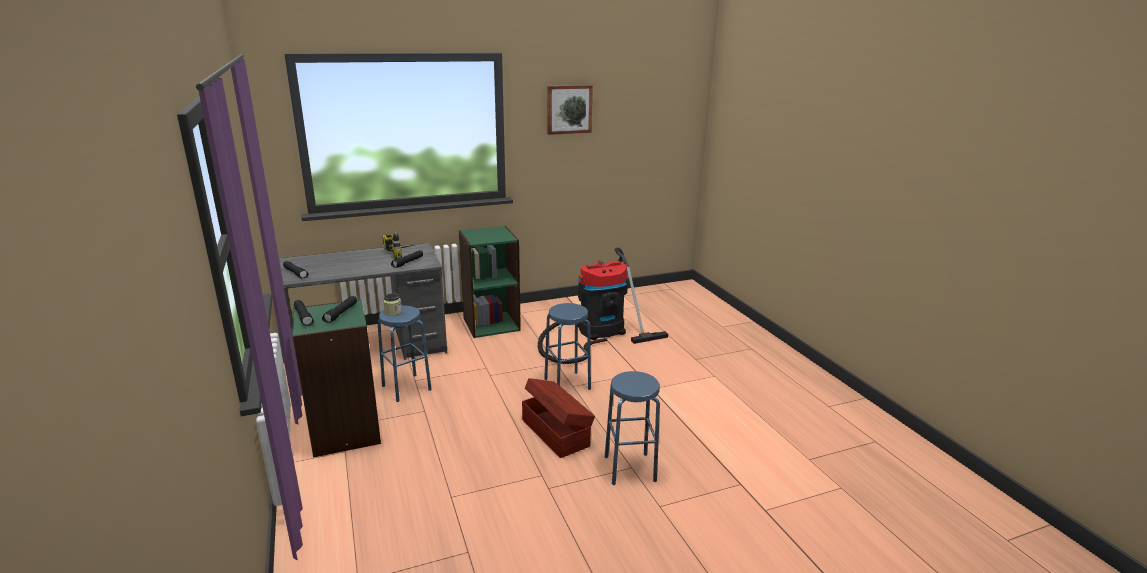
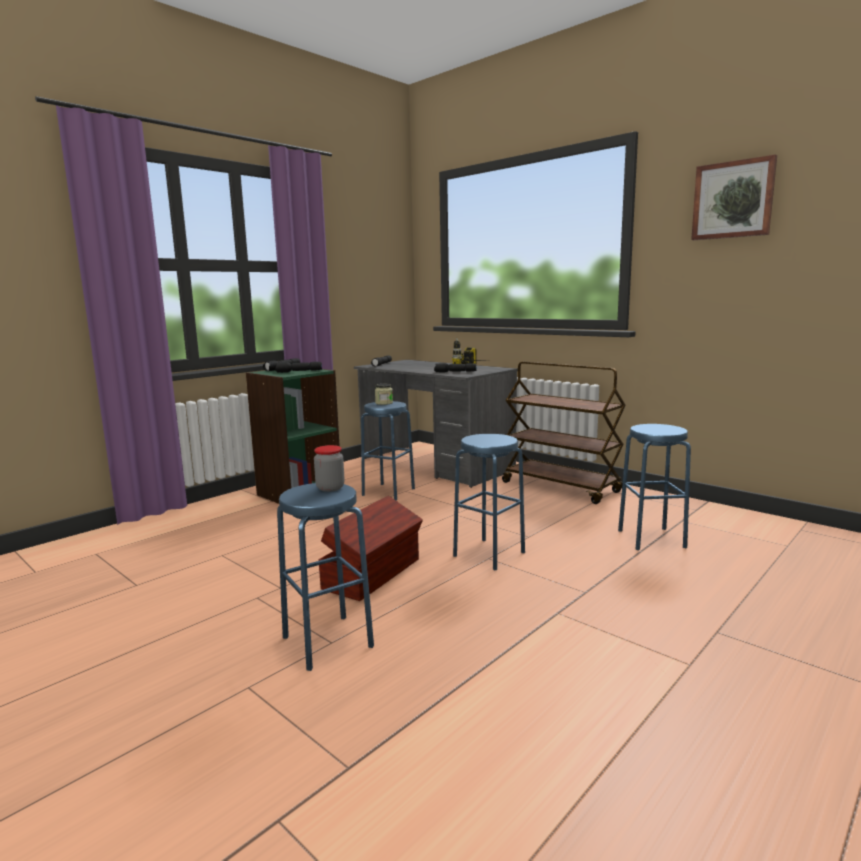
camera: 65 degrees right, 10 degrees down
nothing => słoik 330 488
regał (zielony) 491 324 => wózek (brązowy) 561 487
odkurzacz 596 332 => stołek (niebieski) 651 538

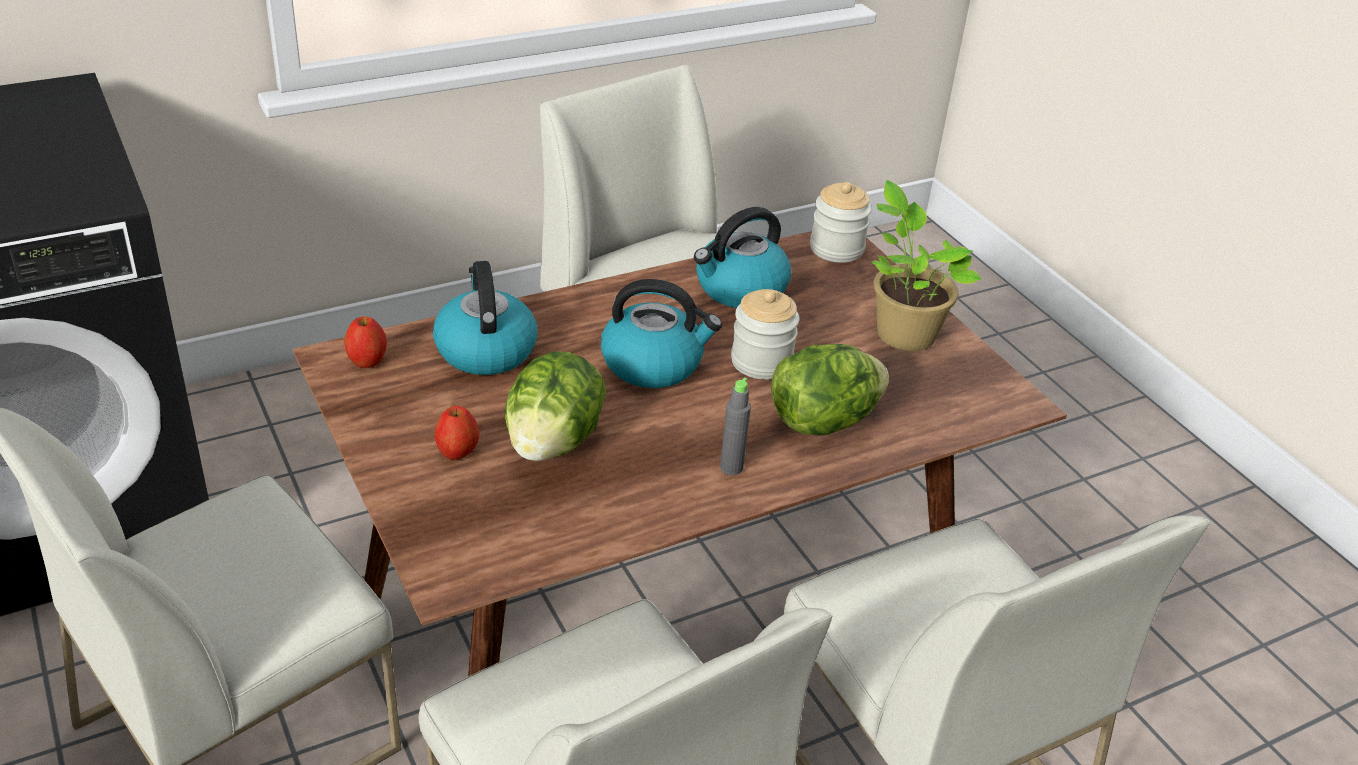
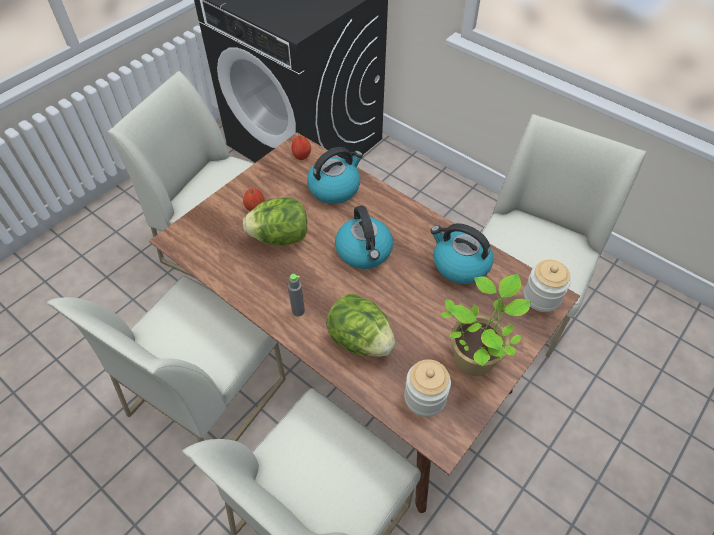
camera: 70 degrees right, 15 degrees up
słoik 761 362 => słoik 425 398, moved

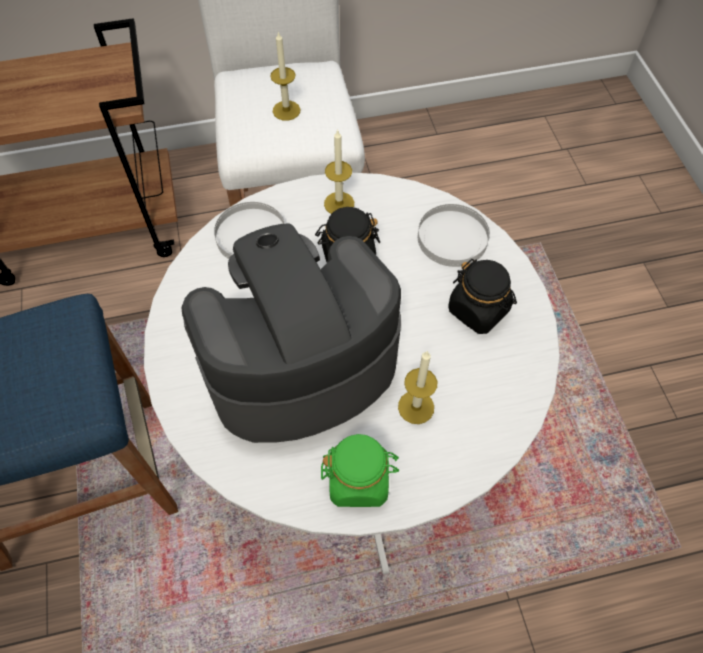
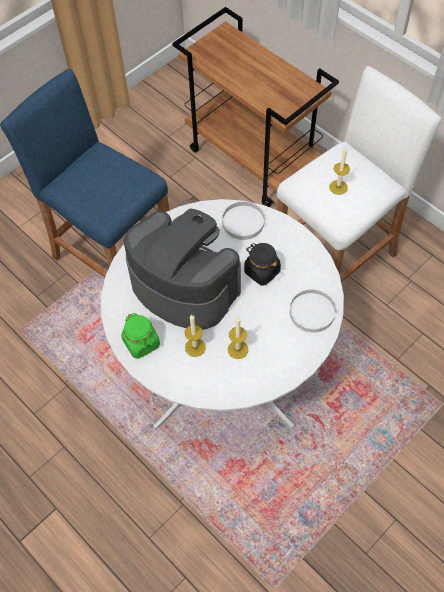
camera: 60 degrees right, 0 degrees up
słoik (czarny) 478 310 => nothing
świeca 339 203 => świeca 238 349, moved

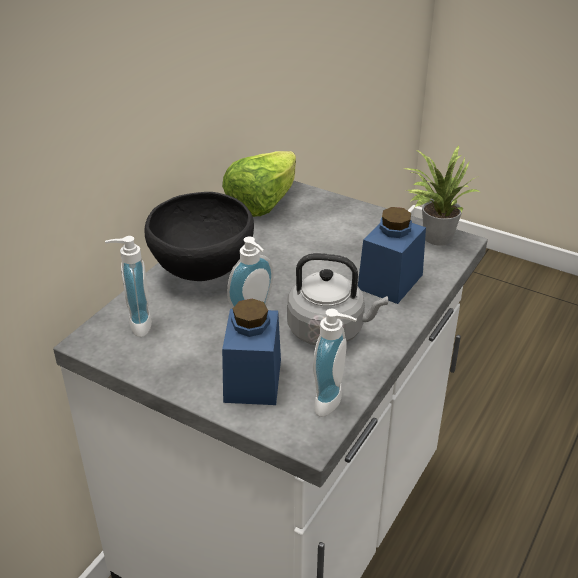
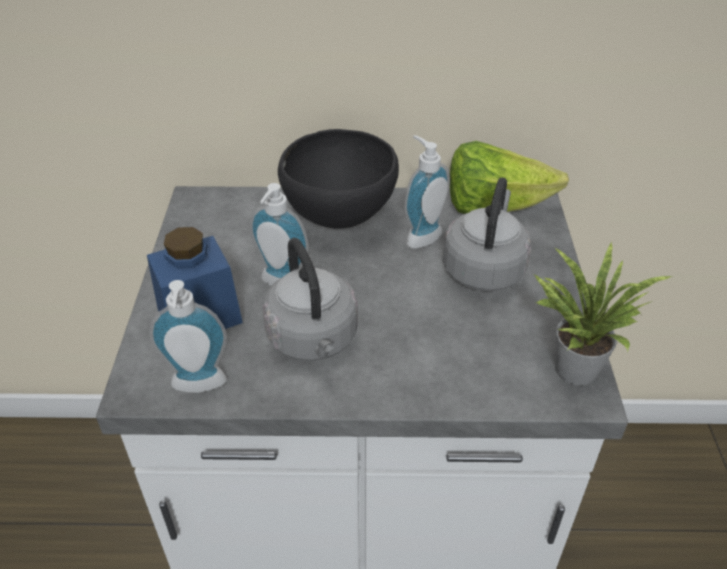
camera: 60 degrees right, 5 degrees up
słoik (niebieski) 390 281 => nothing
nothing => czajnik (szary) 484 268
dozownik mydła 135 324 => dozownik mydła 420 235, moved

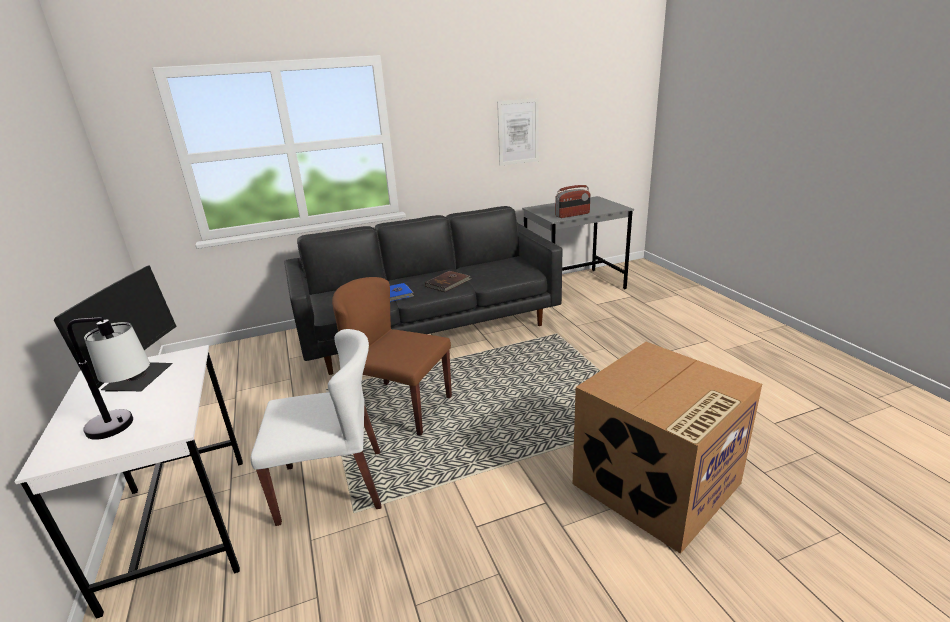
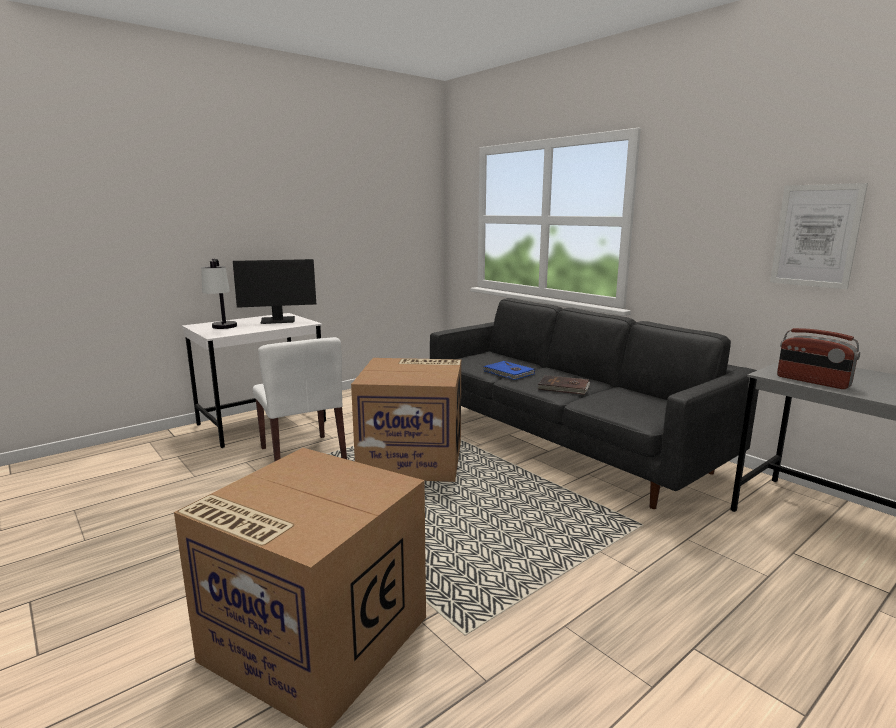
camera: 70 degrees right, 10 degrees down
krzesło (brązowy) 400 407 => karton 413 459

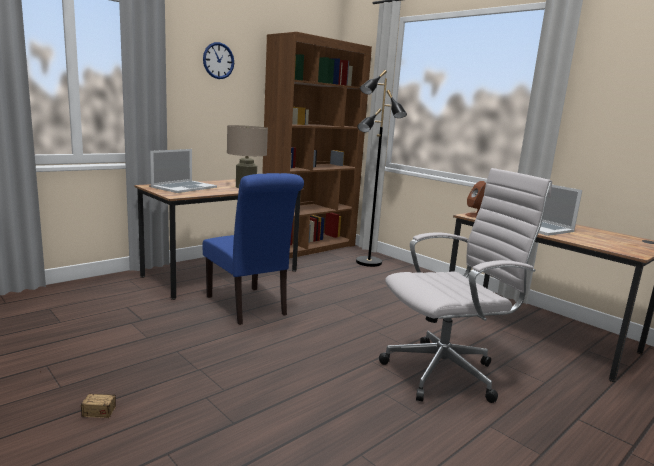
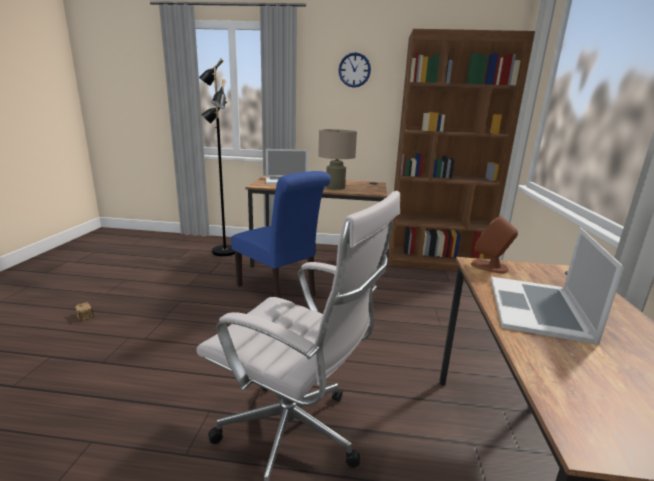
camera: 50 degrees right, 5 degrees up
lampa stojąca (czarny) 368 262 => lampa stojąca (czarny) 224 251, moved
krzesło (niebieski) 249 307 => krzesło (niebieski) 279 291, 60 degrees counterclockwise

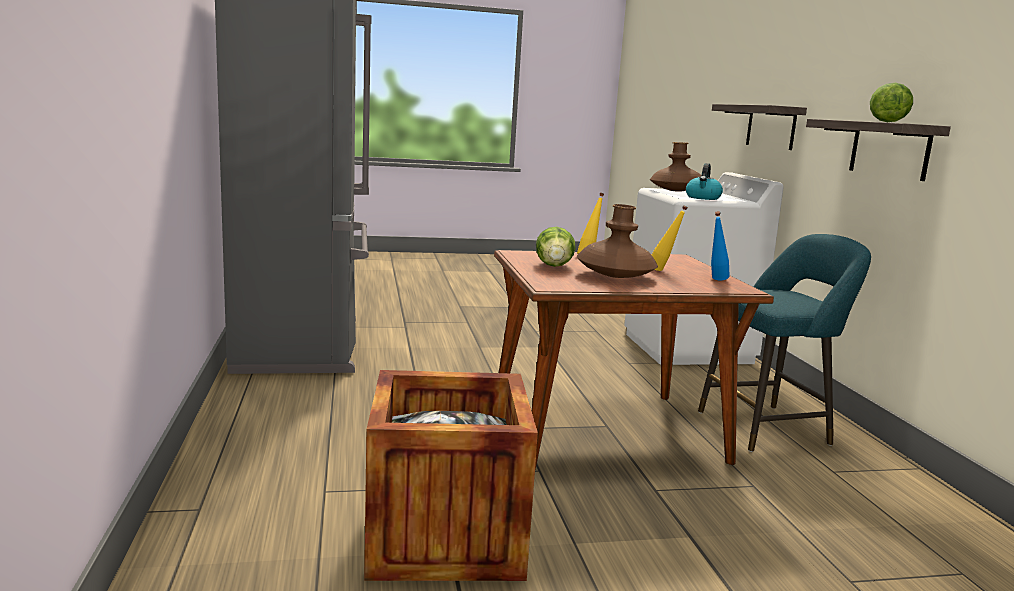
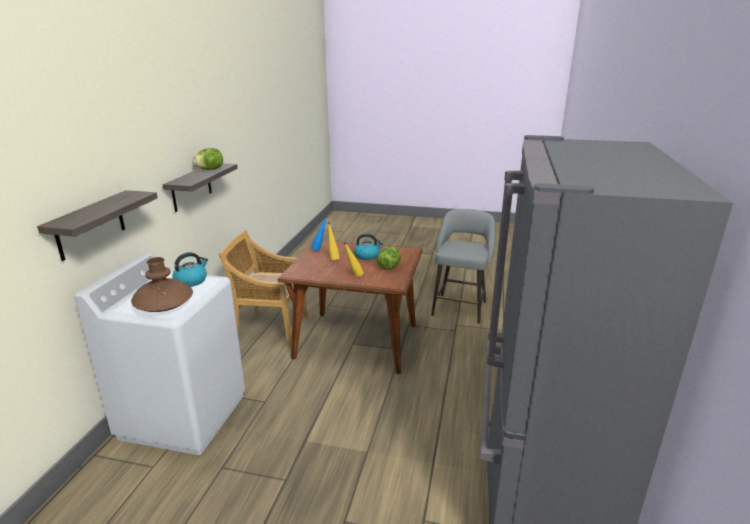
camera: 155 degrees left, 10 degrees up
skrzynka 445 535 => stołek (szary) 460 307
wazon (brązowy) 615 276 => czajnik 367 256
stołek (turkusowy) 769 428 => krzesło (beżowy) 270 328

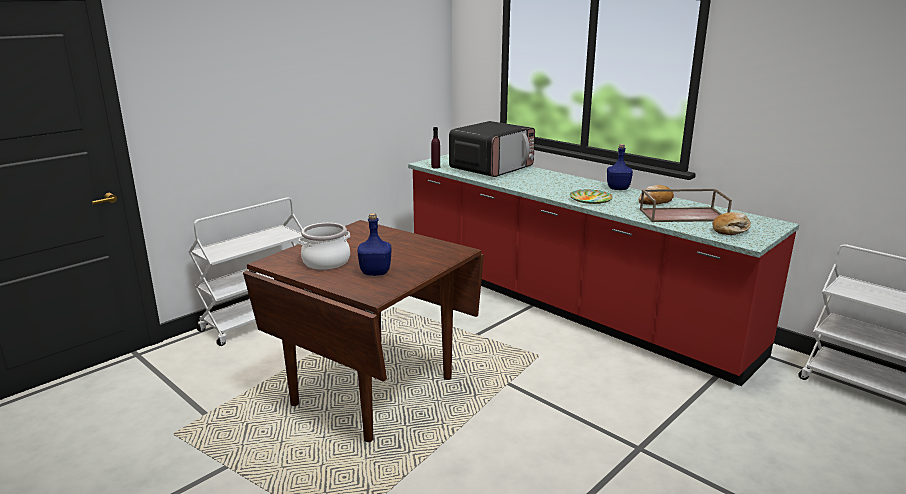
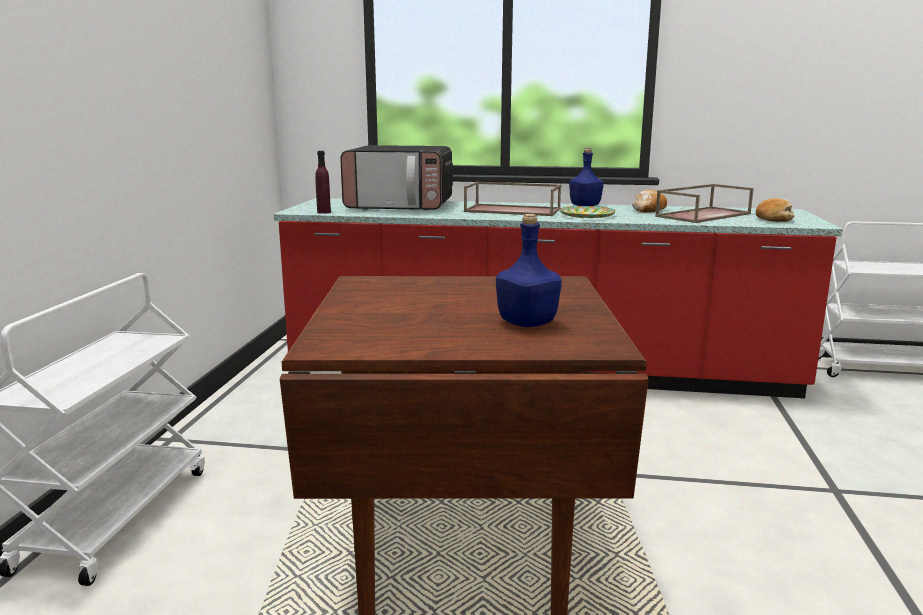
camera: 35 degrees left, 5 degrees down
garnek 326 262 => nothing
nothing => taca (brązowy) 513 210
mikrofalówka 492 168 => mikrofalówka 400 206, 90 degrees clockwise

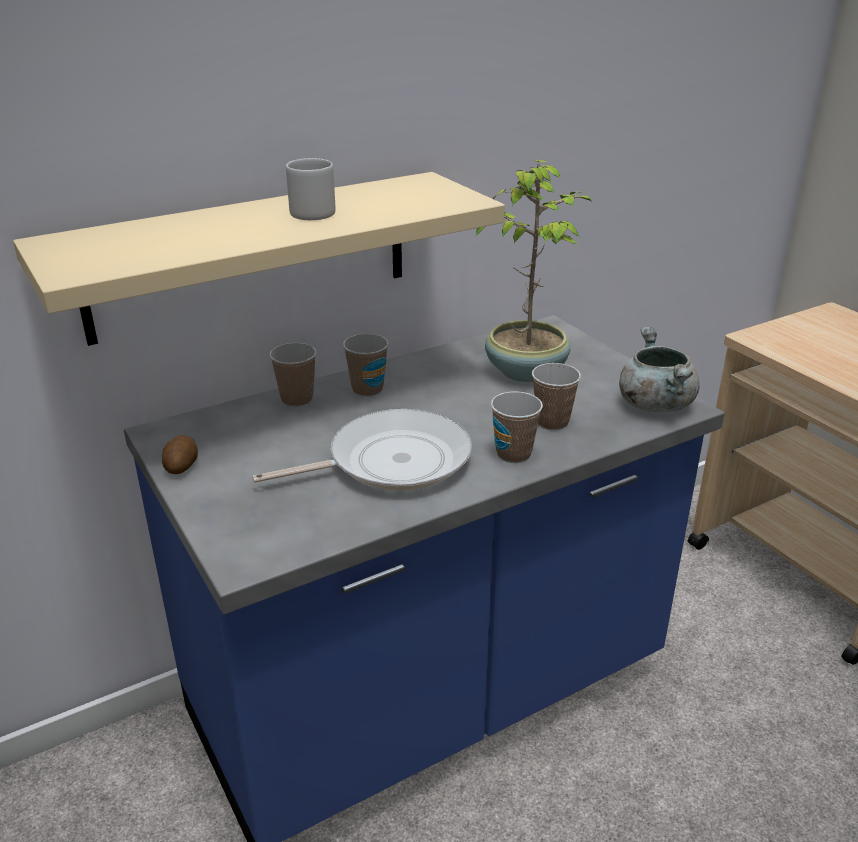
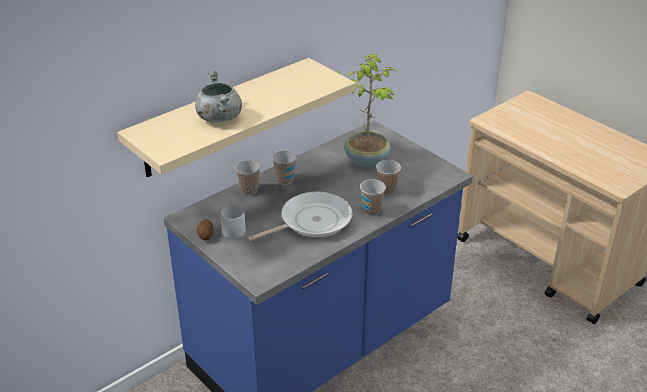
camera: 10 degrees left, 5 degrees up
kubek (szary) 312 212 => kubek (szary) 233 230, moved
garnek (szary) 653 404 => garnek (szary) 218 117, moved

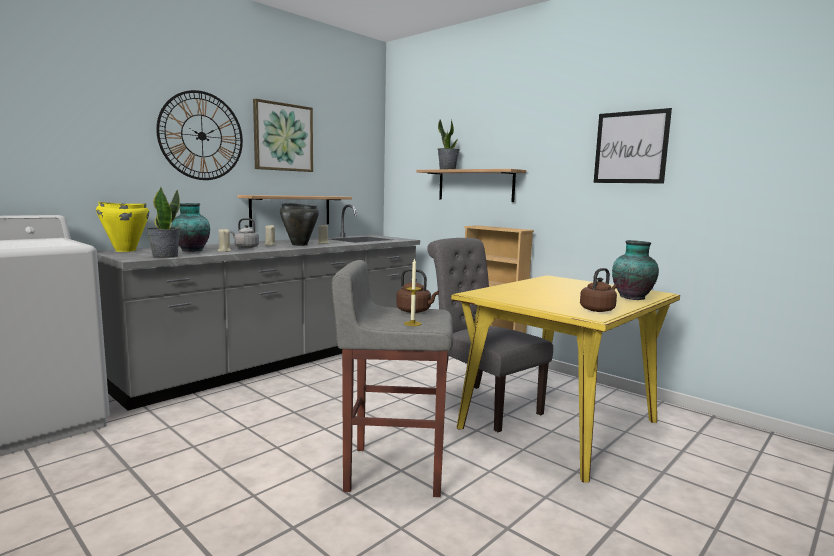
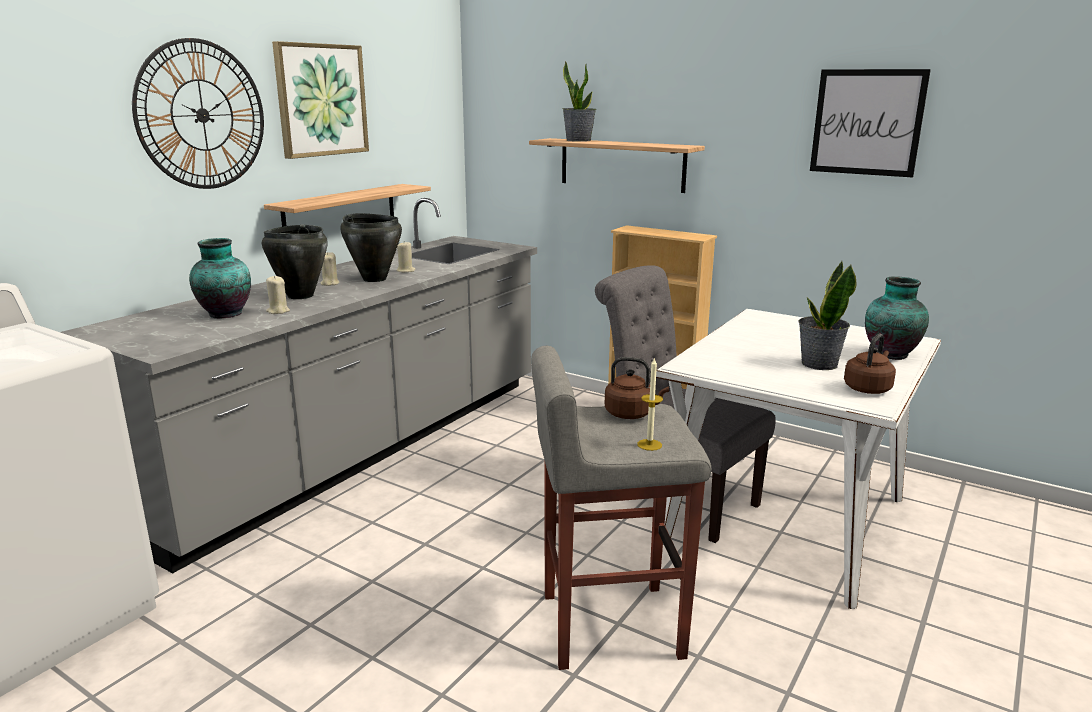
camera: 10 degrees left, 10 degrees up
garnek (żółty) 125 250 => nothing
roślina doniczkowa 165 256 => roślina doniczkowa 818 364, moved
czajnik (szary) 245 247 => garnek (czarny) 300 296
stół jadalny (żółty) 559 424 => stół jadalny (biały) 786 520

